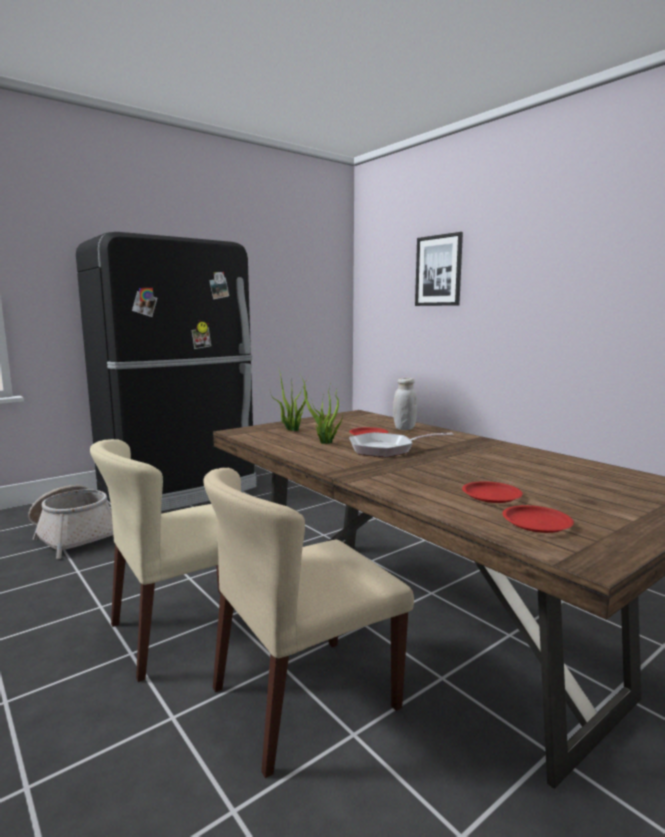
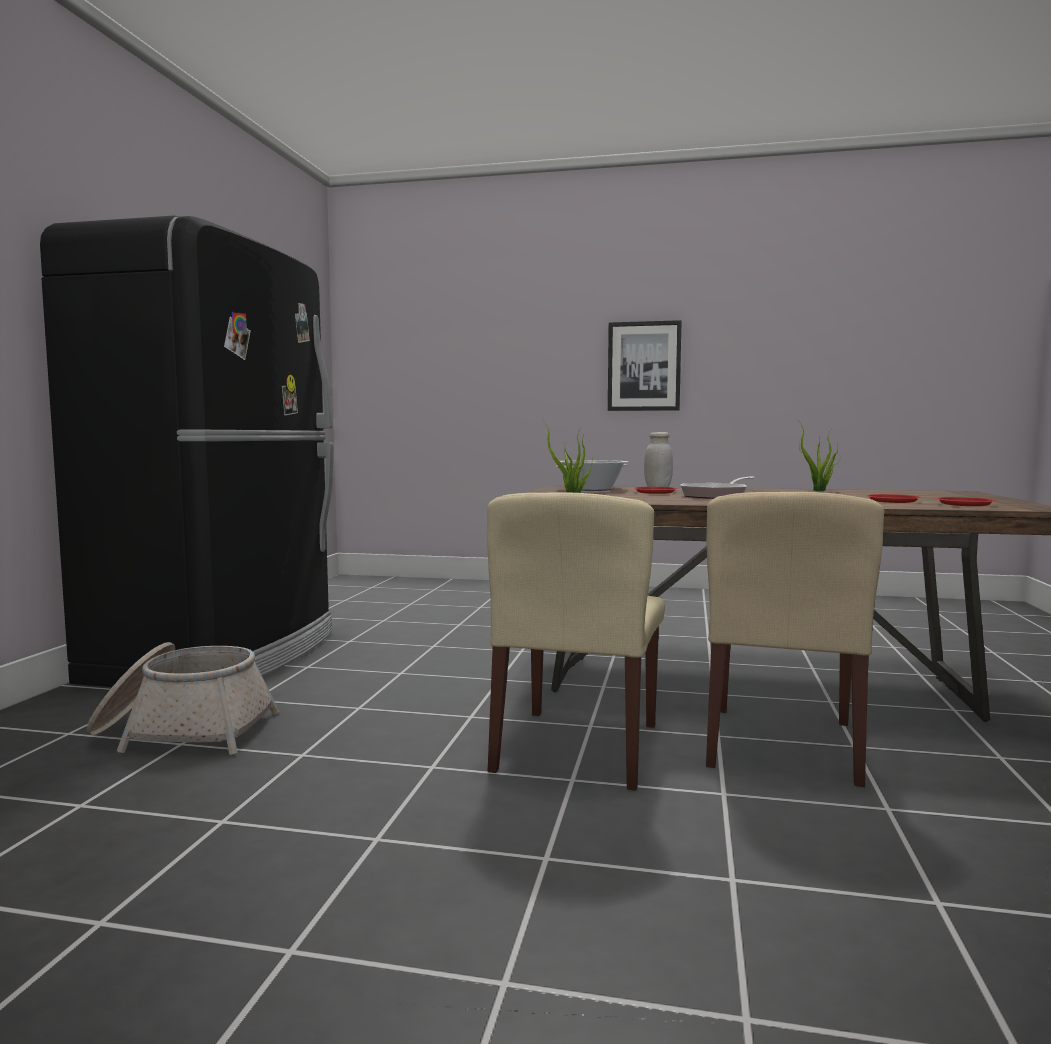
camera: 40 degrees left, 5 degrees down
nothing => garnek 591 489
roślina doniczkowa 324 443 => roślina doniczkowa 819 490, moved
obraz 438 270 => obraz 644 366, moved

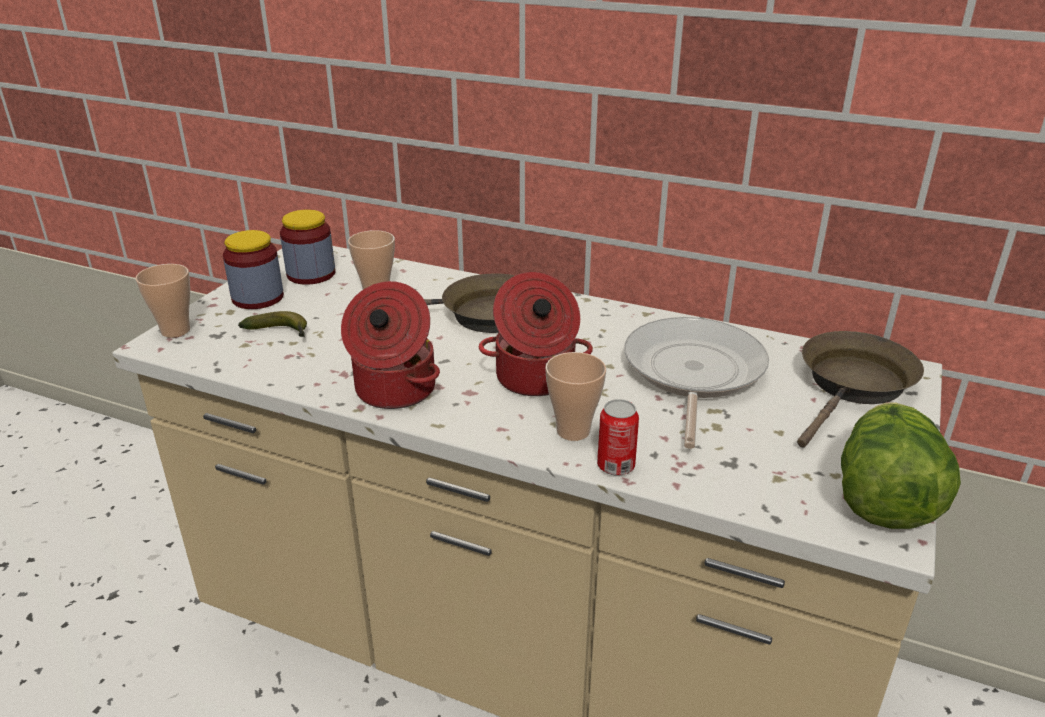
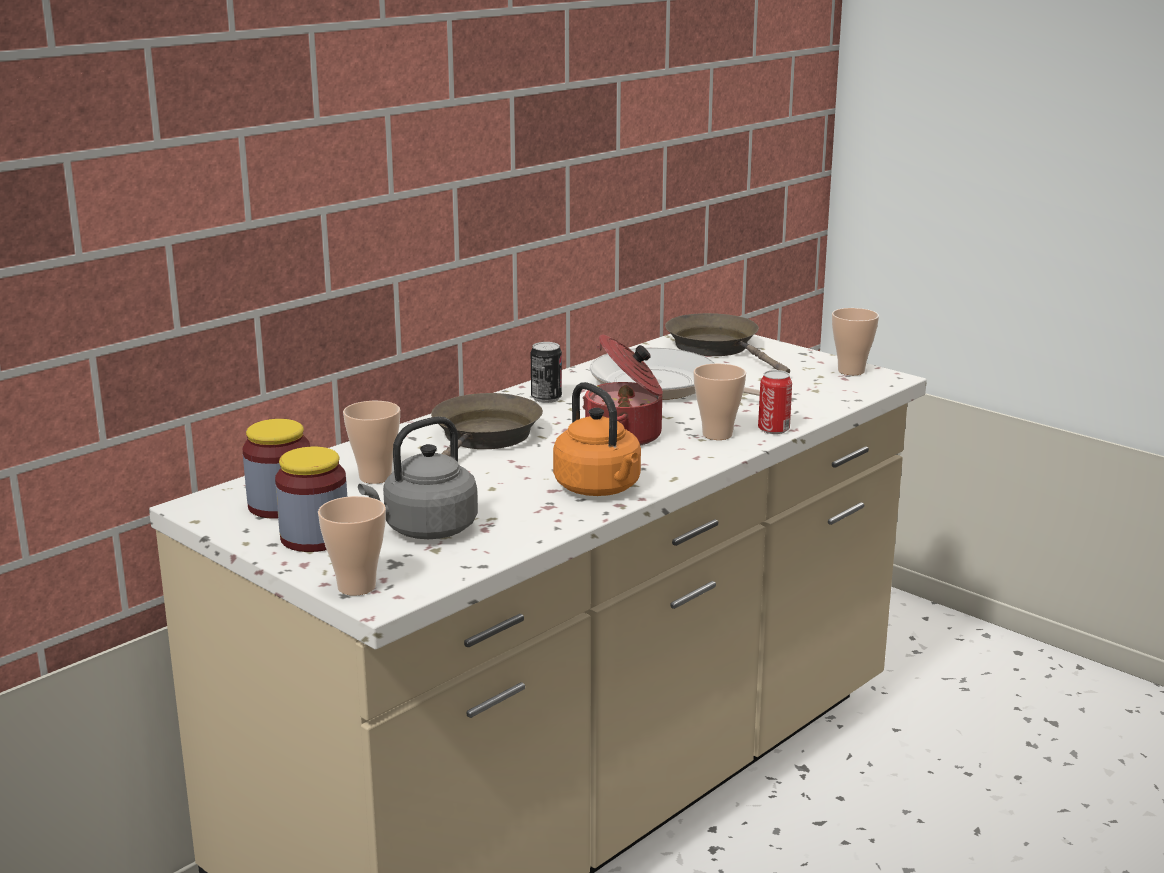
camera: 70 degrees left, 10 degrees down
nothing => puszka 546 398
banan 281 333 => czajnik (szary) 426 530
garnek 393 390 => czajnik (pomarańczowy) 600 489
sałata 883 498 => filiżanka 851 371

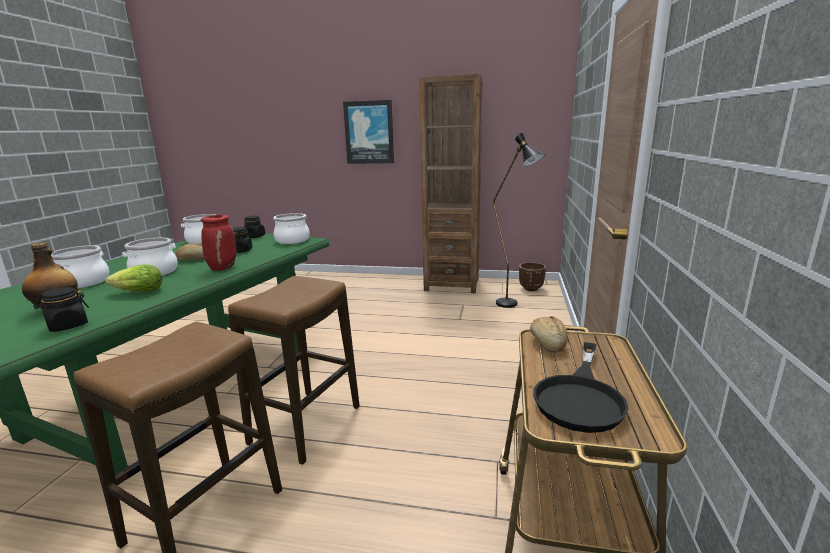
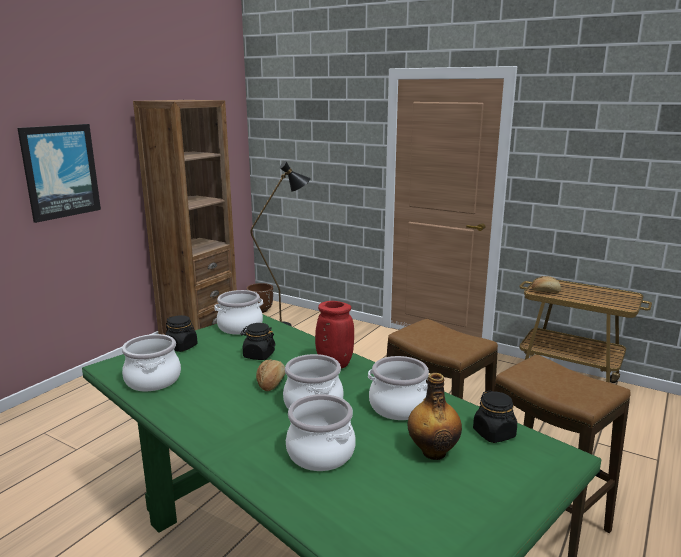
camera: 70 degrees left, 0 degrees up
patelnia (czarny) 580 397 => nothing
sałata 138 292 => garnek 399 406

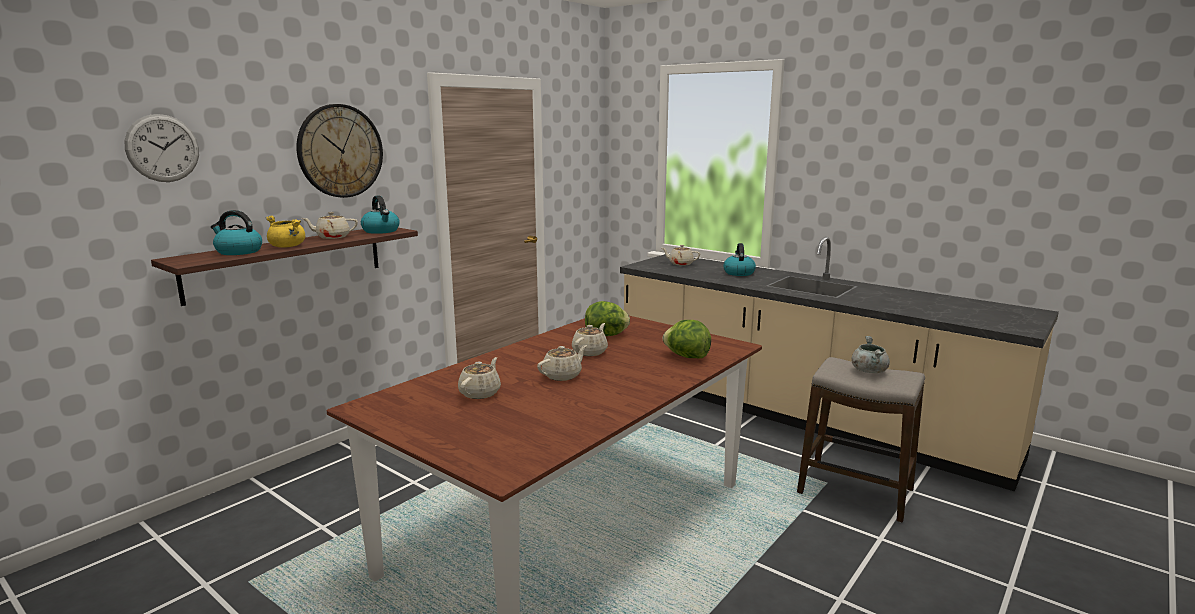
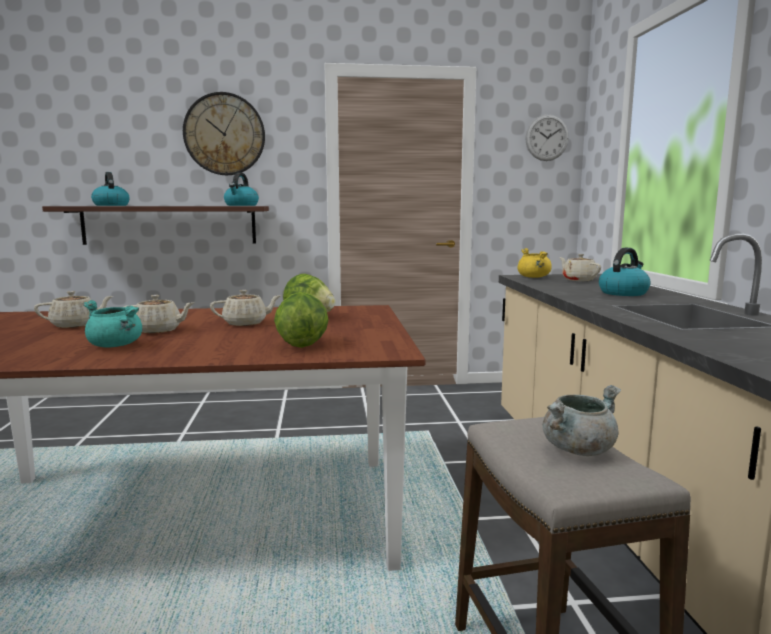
camera: 45 degrees right, 5 degrees down
imbryk (beżowy) 332 237 => nothing
nothing => garnek (turkusowy) 116 345
zegar ścienny 163 148 => zegar ścienny 547 137, moved
garnek (żółty) 288 246 => garnek (żółty) 534 277, moved

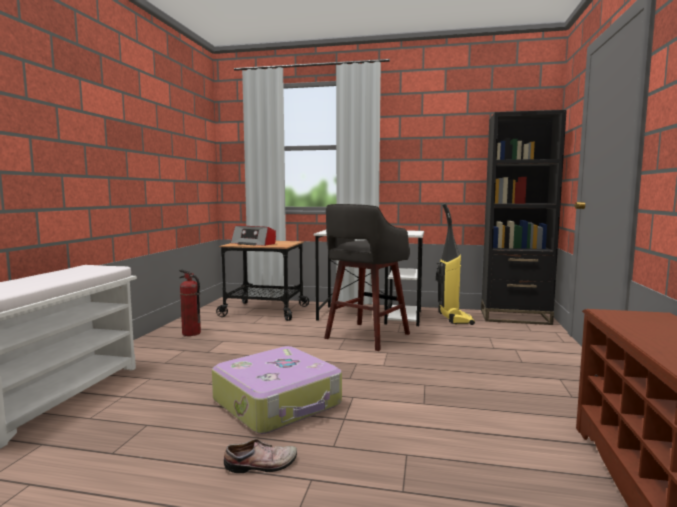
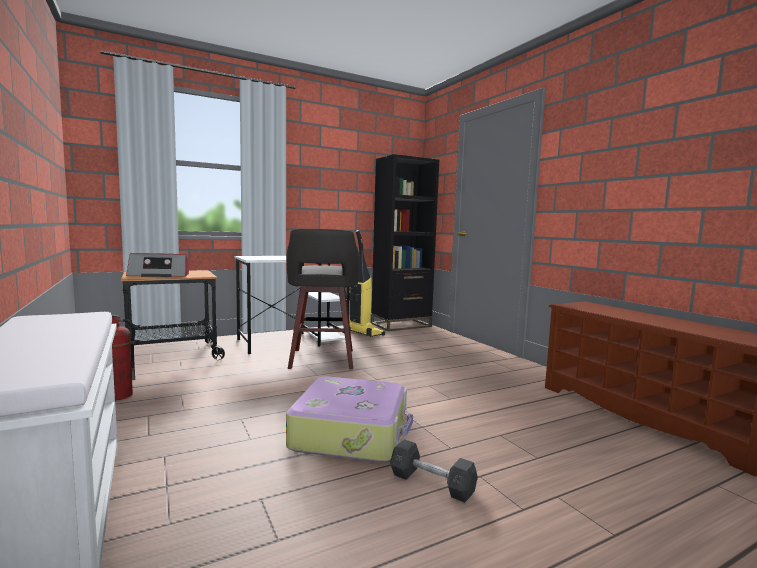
camera: 40 degrees left, 0 degrees up
but 261 465 => hantel (szary) 432 483

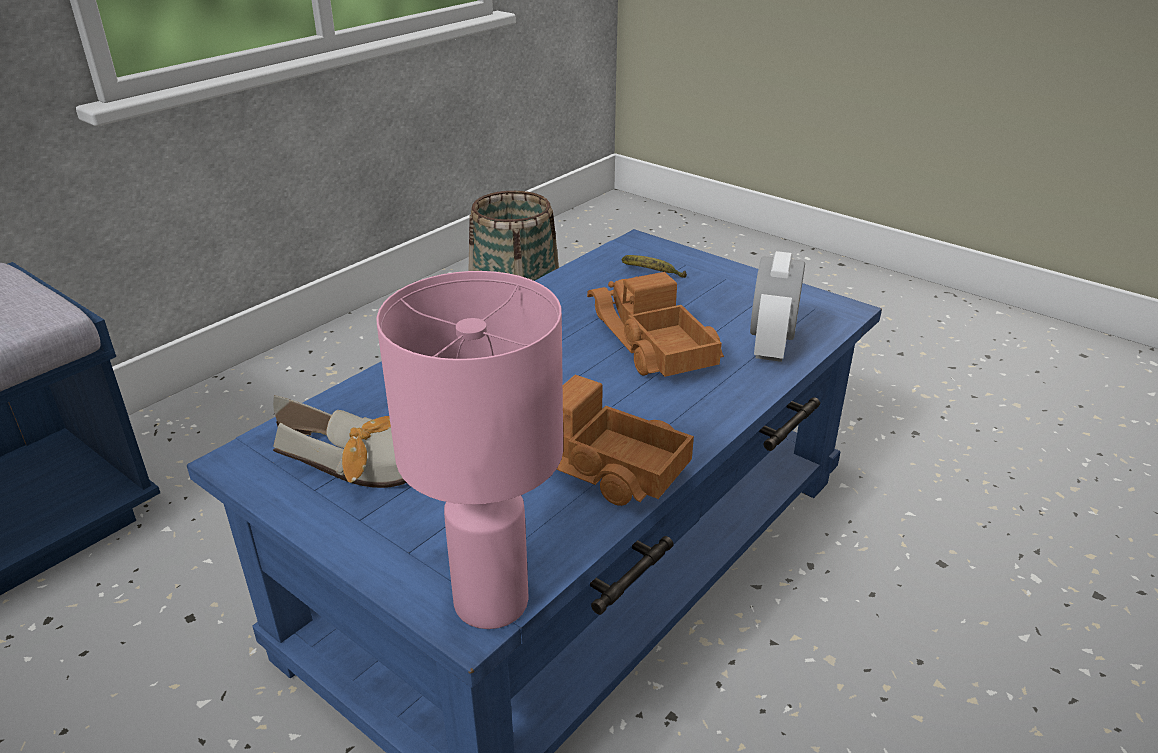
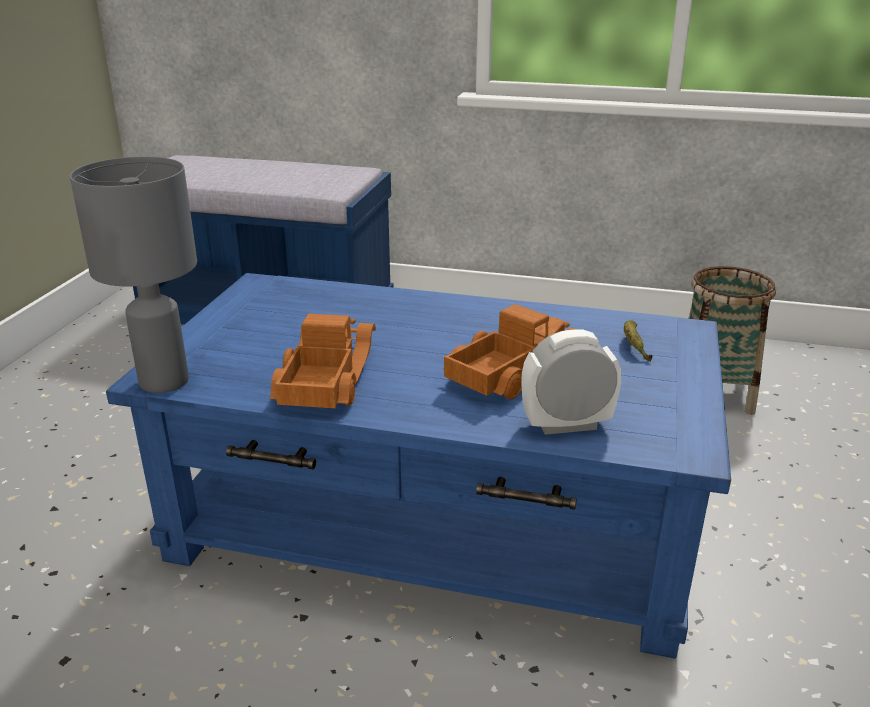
camera: 65 degrees right, 5 degrees down
but 363 464 => nothing
lampa stołowa (różowy) 491 603 => lampa stołowa (szary) 162 381

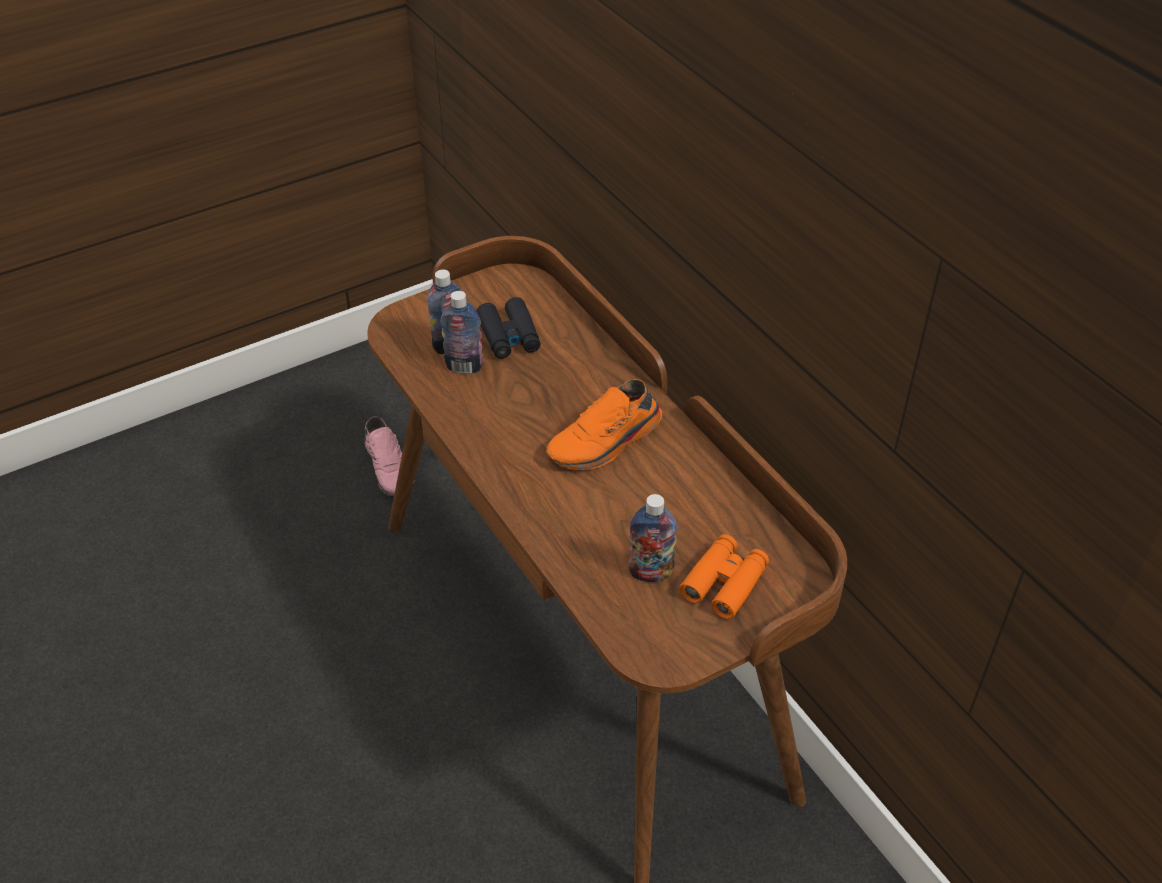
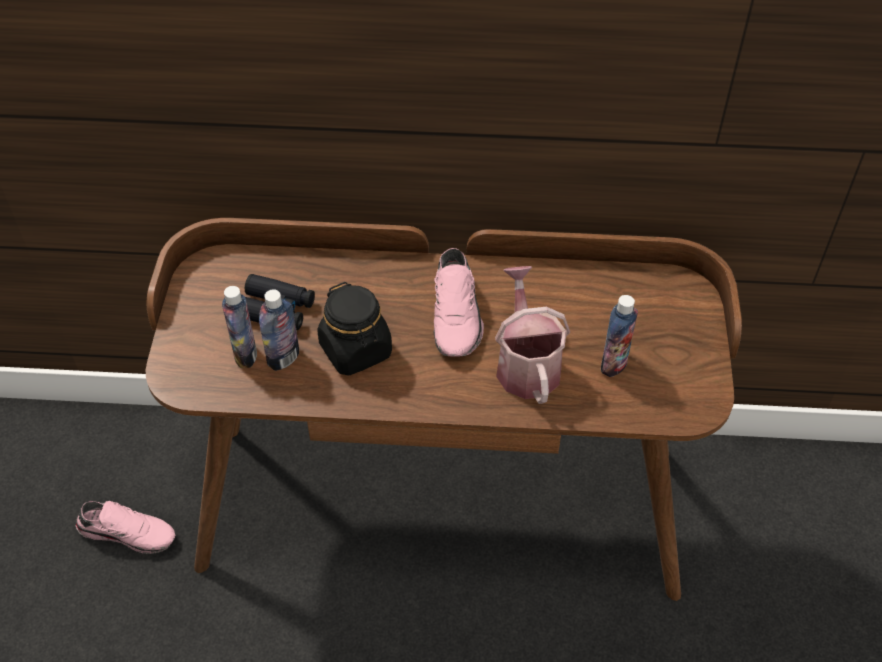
camera: 55 degrees left, 5 degrees up
lornetka (pomarańczowy) 724 582 => nothing
nothing => słoik (czarny) 356 350
nothing => konewka 526 363
but (pomarańczowy) 606 443 => but (różowy) 457 316

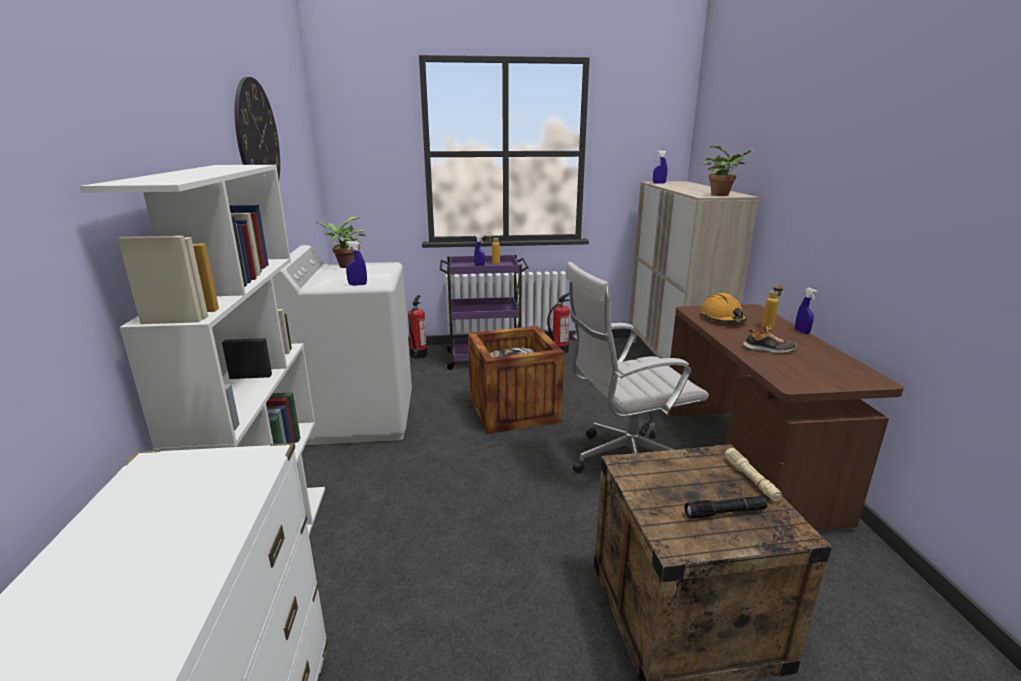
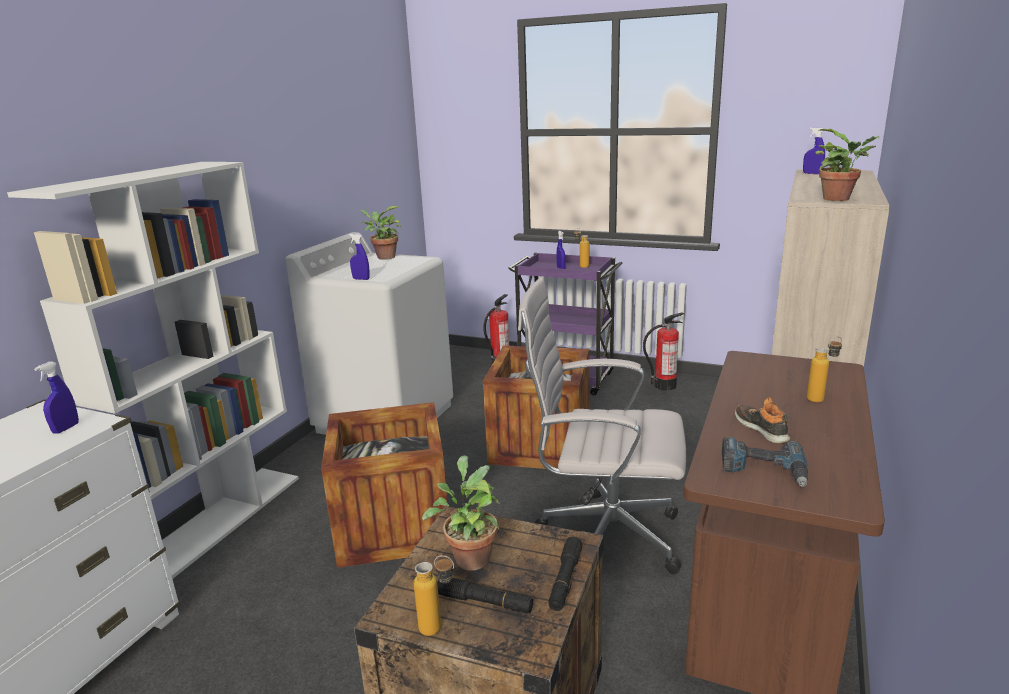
camera: 30 degrees right, 0 degrees up
zegar ścienny 257 139 => nothing
kask (pomarańczowy) 722 319 => nothing
nothing => skrzynka 393 525
nothing => butelka 439 629
nothing => roślina doniczkowa 470 556
nothing => wiertarka 763 469
spryskiwacz (niebieski) 802 332 => spryskiwacz (niebieski) 66 428, moved
latarka (beżowy) 751 480 => latarka (czarny) 565 580
but 768 349 => but 762 429, 150 degrees counterclockwise

